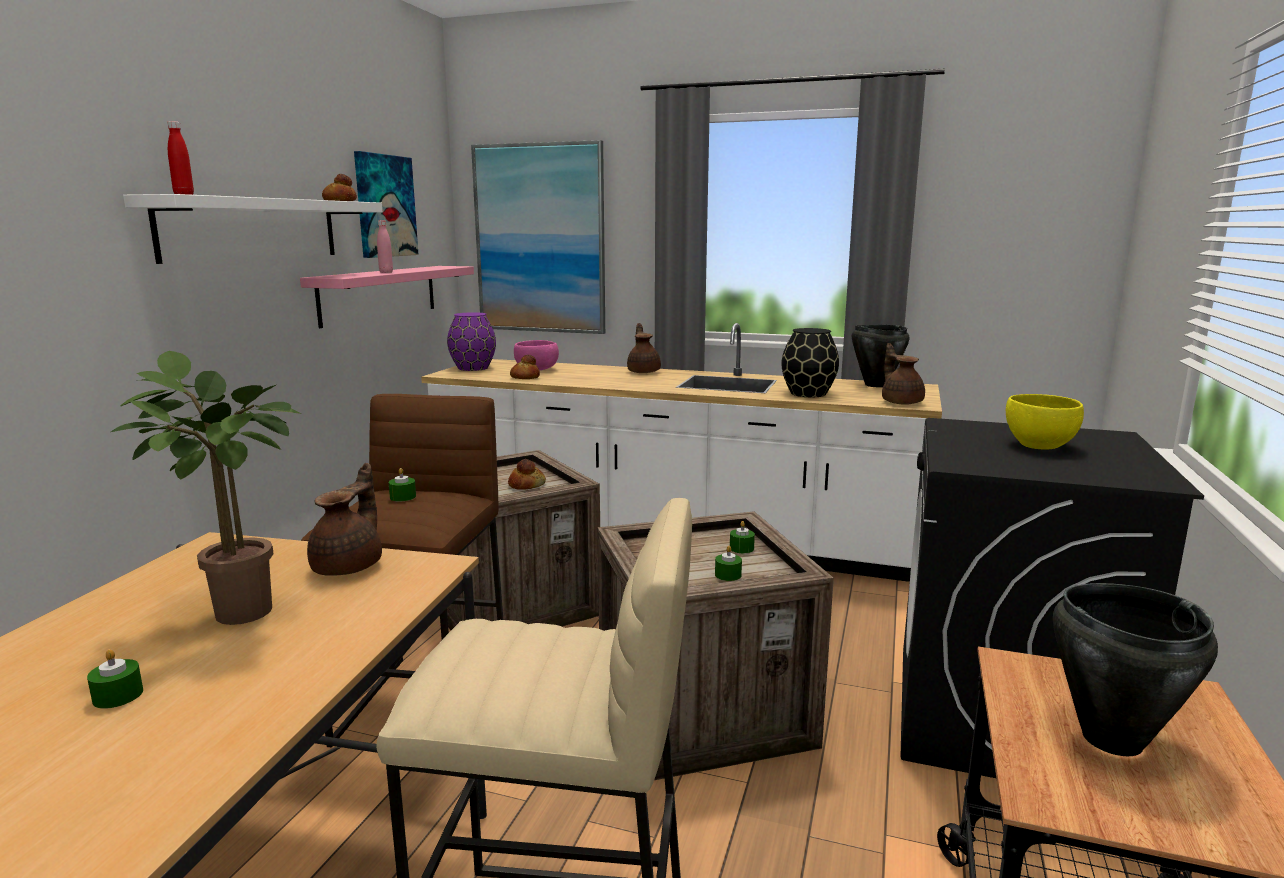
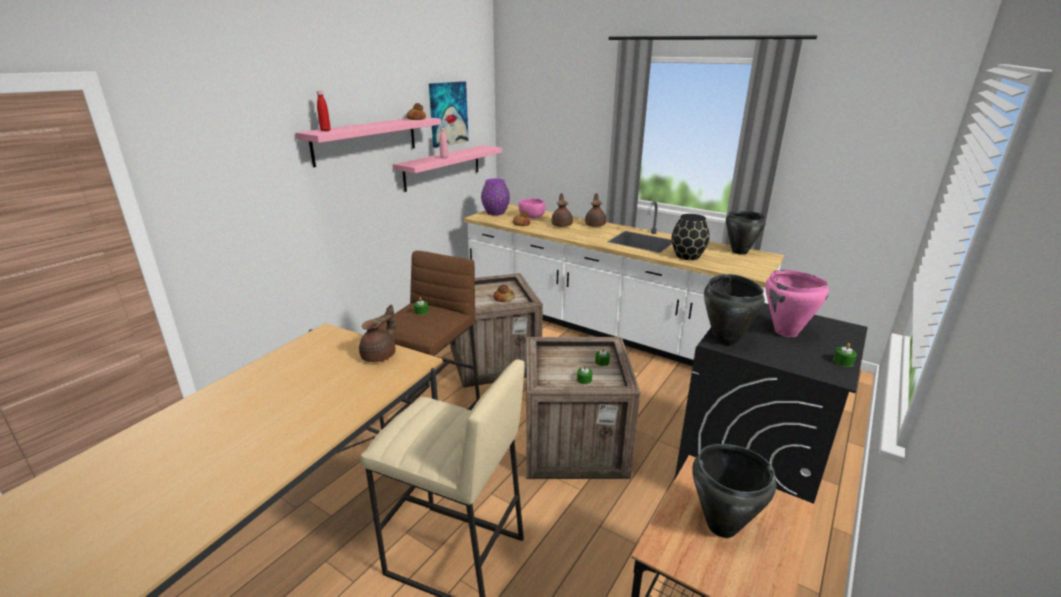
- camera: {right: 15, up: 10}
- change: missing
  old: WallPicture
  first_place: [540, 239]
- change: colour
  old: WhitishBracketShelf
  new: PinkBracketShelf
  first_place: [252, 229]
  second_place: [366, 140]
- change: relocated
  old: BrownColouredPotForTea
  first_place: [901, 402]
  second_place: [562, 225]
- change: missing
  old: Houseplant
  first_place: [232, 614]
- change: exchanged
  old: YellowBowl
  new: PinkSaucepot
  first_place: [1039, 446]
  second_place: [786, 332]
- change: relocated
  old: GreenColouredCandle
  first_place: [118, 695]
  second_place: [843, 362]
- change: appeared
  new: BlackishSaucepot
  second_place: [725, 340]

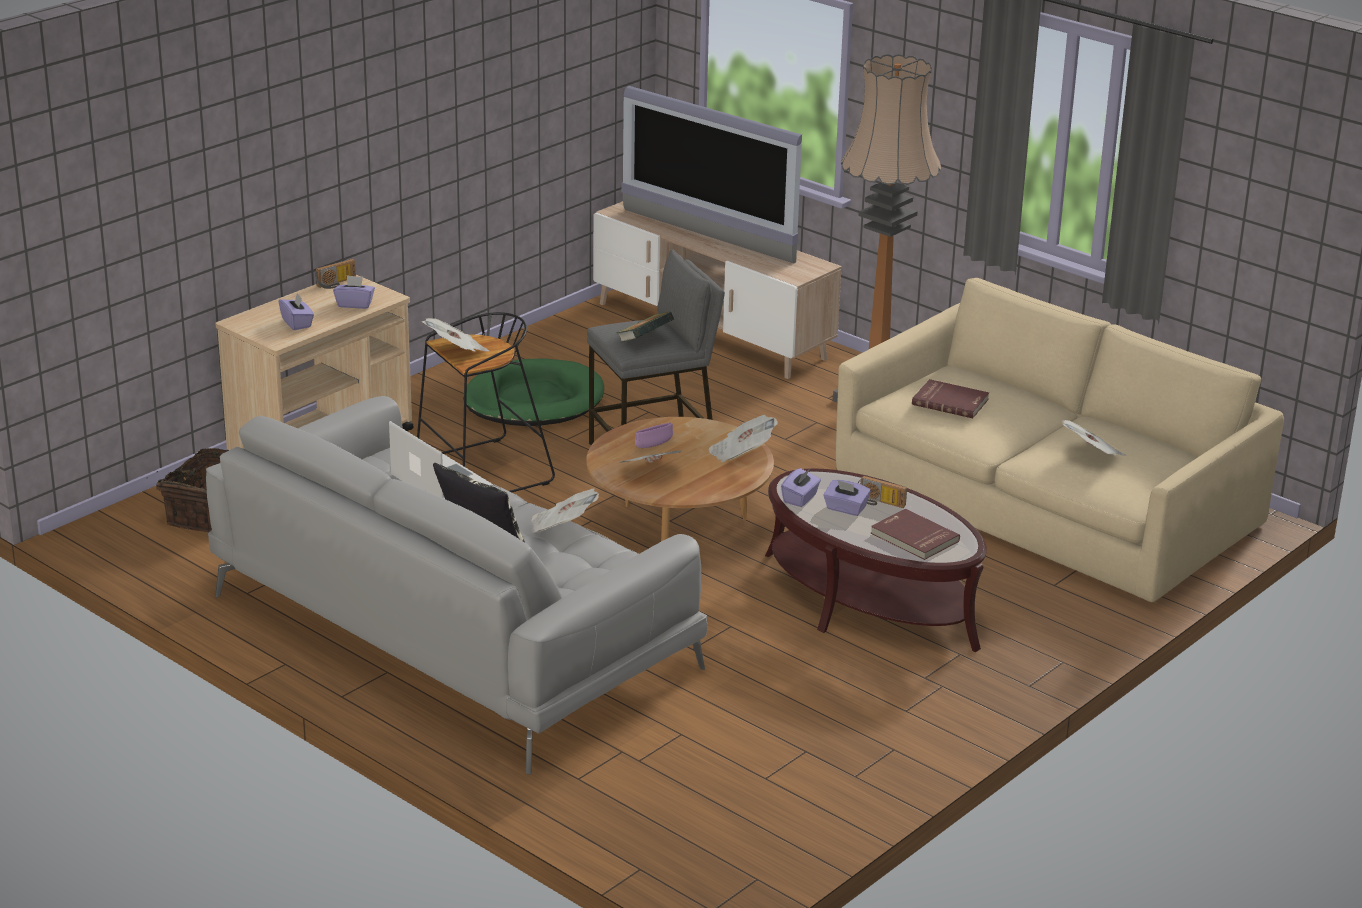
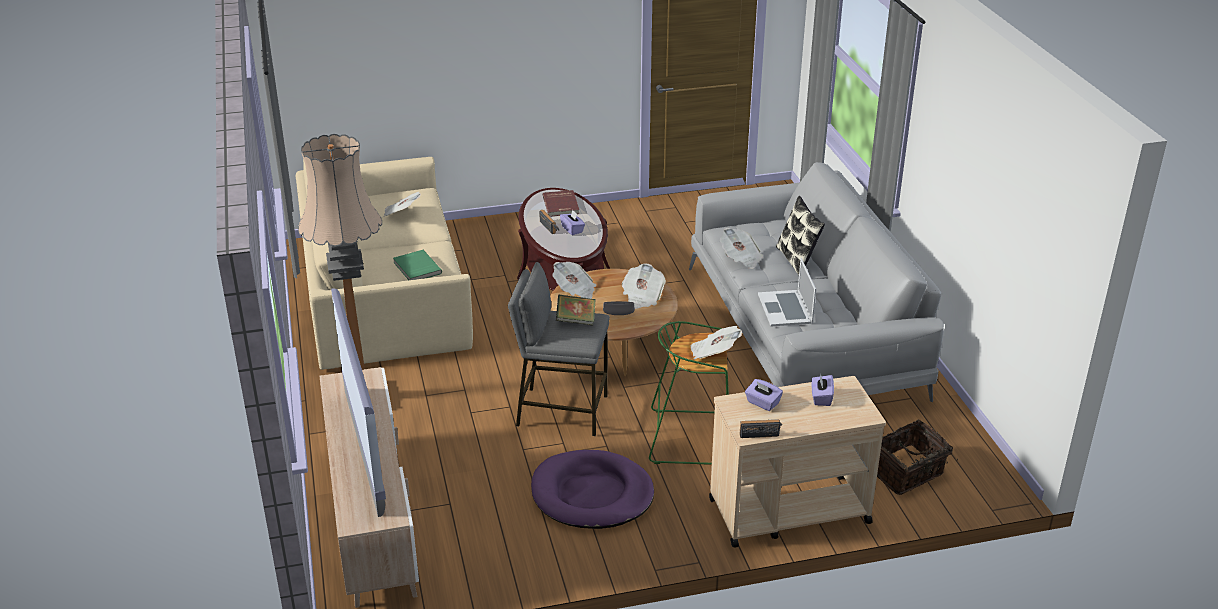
- camera: {right: -145, up: 5}
- change: colour
  old: BlackishStoolSeat
  new: GreenColouredStoolSeat
  first_place: [482, 473]
  second_place: [692, 437]
- change: colour
  old: GreenColouredDogCushion
  new: PurplishDogCushion
  first_place: [534, 400]
  second_place: [592, 494]
- change: colour
  old: RedVolume
  new: GreenColouredVolume
  first_place: [950, 401]
  second_place: [416, 268]
- change: colour
  old: PurplishBowl
  new: GreyishBowl
  first_place: [653, 445]
  second_place: [618, 314]
- change: missing
  old: PurplishTissueHolder
  first_place: [800, 498]

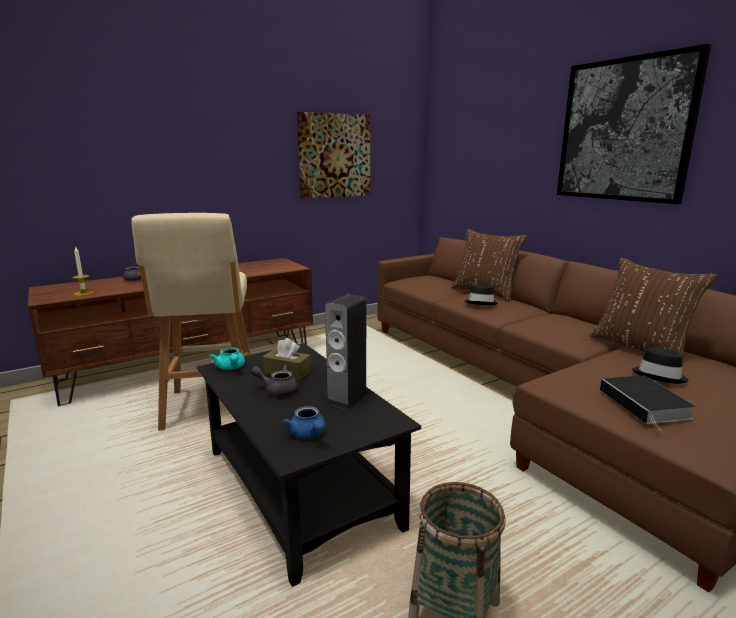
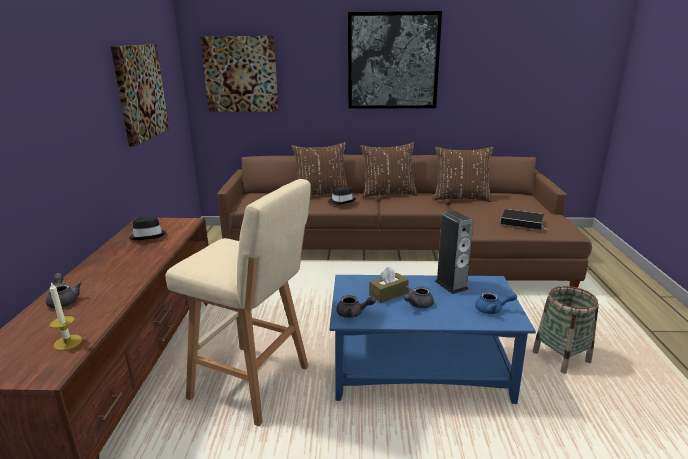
- camera: {right: -55, up: 5}
- change: colour
  old: BlackishLowTable
  new: BluishLowTable
  first_place: [301, 489]
  second_place: [421, 371]
- change: colour
  old: BlueGreenPotForTea
  new: GreyishPotForTea
  first_place: [231, 368]
  second_place: [353, 313]
- change: relocated
  old: BlackishHat
  first_place: [659, 375]
  second_place: [148, 235]
- change: appeared
  new: WallPicture
  second_place: [241, 74]
- change: appeared
  new: BrownColouredCushion
  second_place: [388, 194]

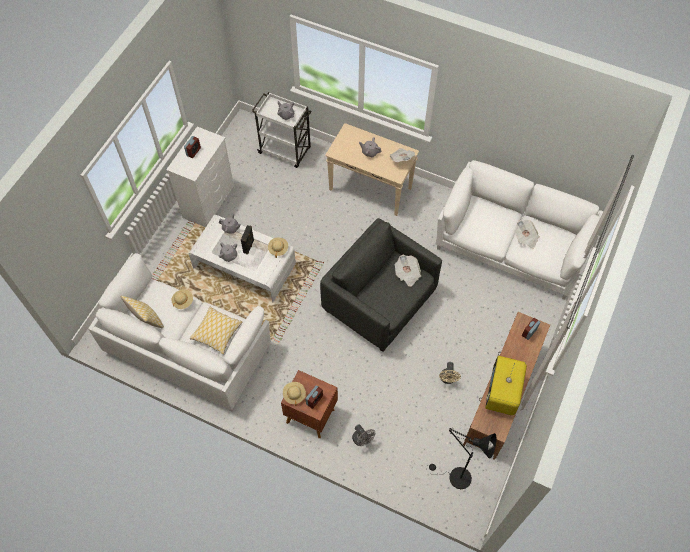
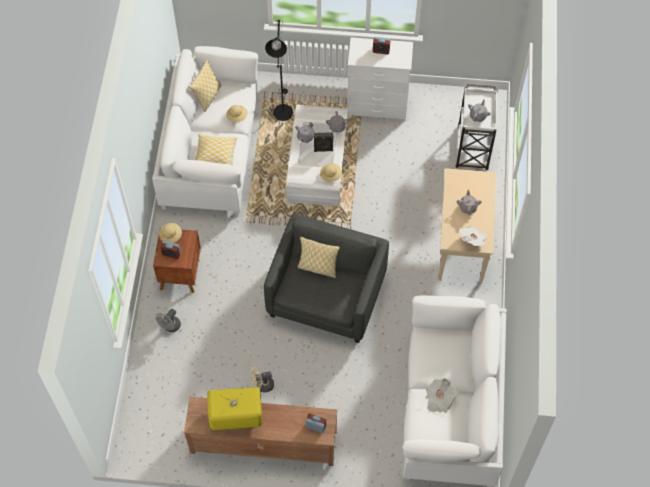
- camera: {right: 70, up: 0}
- change: missing
  old: PrintedPaper
  first_place: [407, 274]
- change: relocated
  old: BlackishFloorLamp
  first_place: [455, 477]
  second_place: [282, 109]
- change: appeared
  new: Cushion
  second_place: [318, 267]

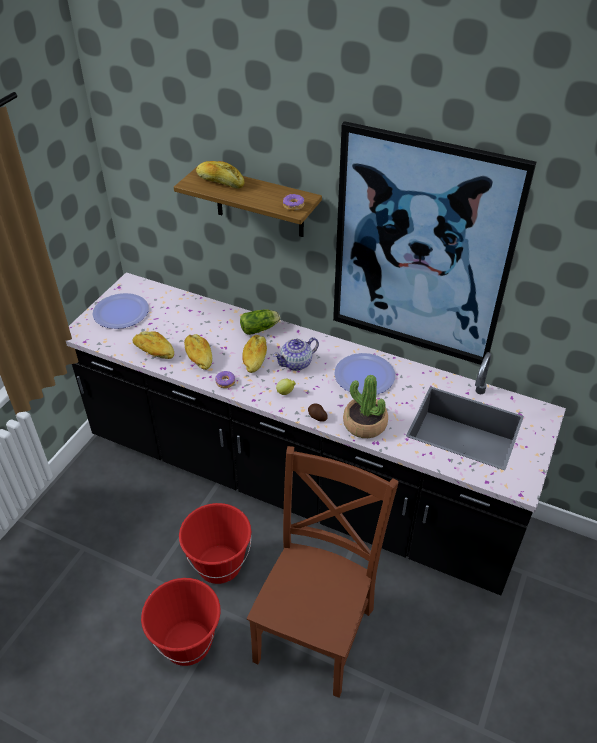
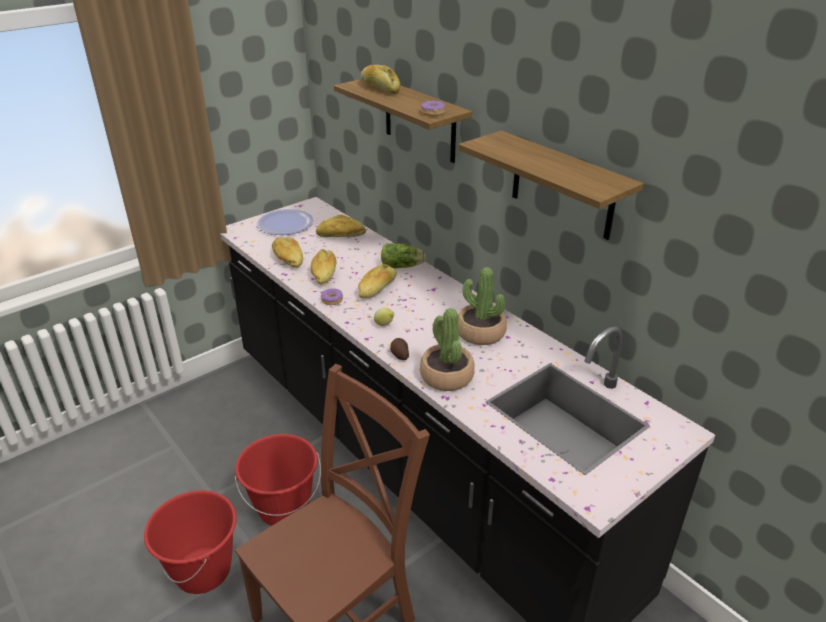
- camera: {right: 25, up: -10}
- change: exchanged
  old: WallPicture
  new: BracketShelf
  first_place: [421, 250]
  second_place: [562, 186]
- change: missing
  old: PotForTea
  first_place: [296, 363]
- change: exchanged
  old: DinnerPlate
  new: Houseplant
  first_place: [364, 375]
  second_place: [480, 333]
- change: appeared
  new: Bread
  second_place: [341, 235]

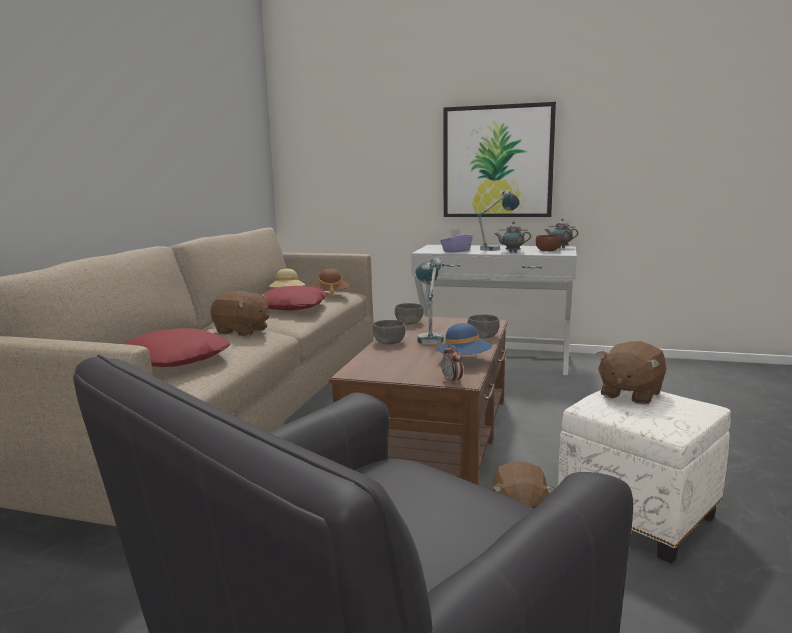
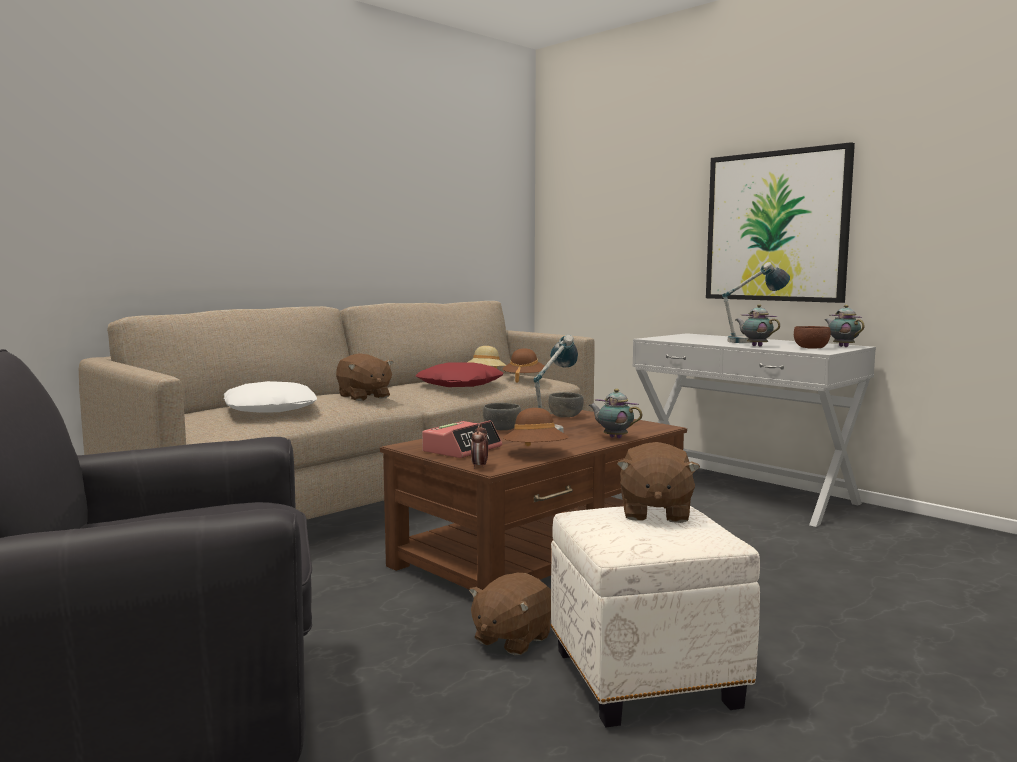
- camera: {right: 30, up: -5}
- change: missing
  old: PurplishTissueHolder
  first_place: [456, 251]
- change: exchanged
  old: GreyishBowl
  new: PotForTea
  first_place: [483, 336]
  second_place: [614, 437]
- change: colour
  old: BluishHat
  new: BrownColouredHat
  first_place: [464, 361]
  second_place: [535, 453]
- change: colour
  old: RedCushion
  new: WhitishCushion
  first_place: [176, 358]
  second_place: [271, 409]
- change: spun
  old: BrownColouredSoftToy
  first_place: [629, 394]
  second_place: [654, 513]
  degrees: -60
- change: appeared
  new: BedsideClock
  second_place: [462, 449]

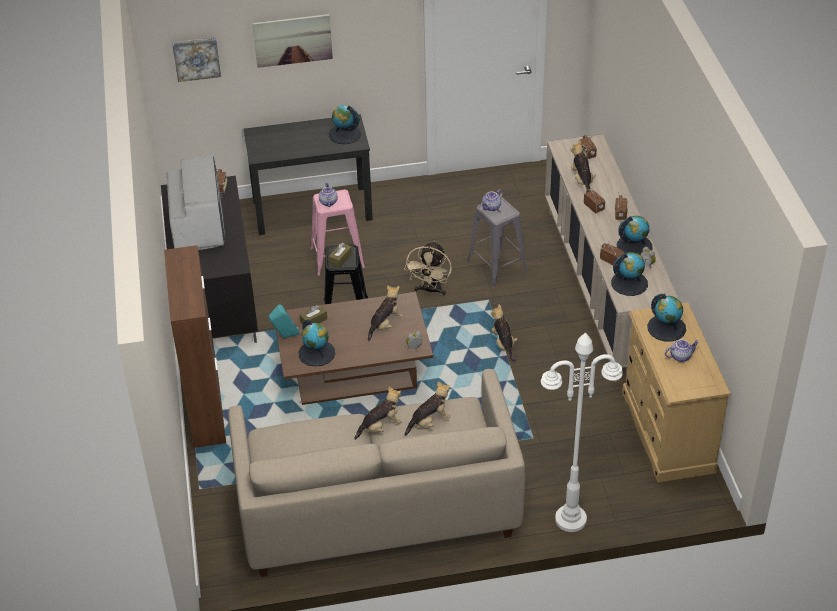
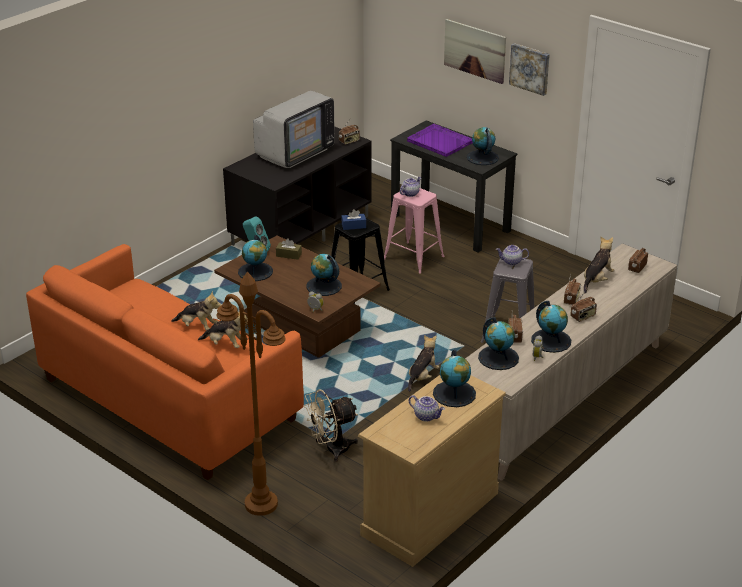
- camera: {right: 50, up: -10}
- change: relocated
  old: WallPicture
  first_place: [196, 58]
  second_place: [530, 68]
- change: relocated
  old: BeigeColouredCoolingFan
  first_place: [430, 290]
  second_place: [331, 449]
- change: colour
  old: BrownColouredTissueHolder
  new: BluishTissueHolder
  first_place: [340, 259]
  second_place: [353, 226]
- change: missing
  old: BrownColouredCabinet
  first_place: [206, 408]
- change: exchanged
  old: SoftToy
  new: WorldGlobe
  first_place: [385, 325]
  second_place: [324, 286]
- change: colour
  old: WhitishFloorLamp
  new: BrownColouredFloorLamp
  first_place: [570, 519]
  second_place: [260, 504]
- change: colour
  old: BeigeColouredCouch
  new: OrangeColouredCouch
  first_place: [377, 508]
  second_place: [169, 399]
- change: appeared
  new: PurplishCarryingTray
  second_place: [439, 141]

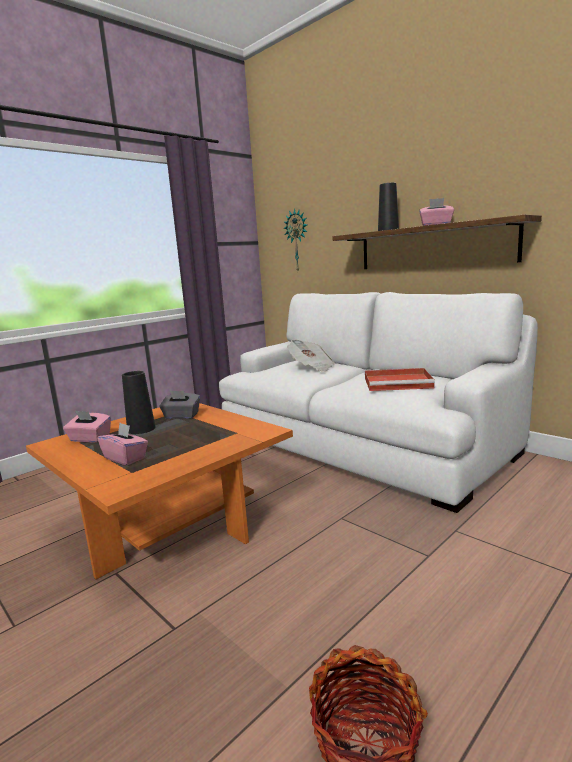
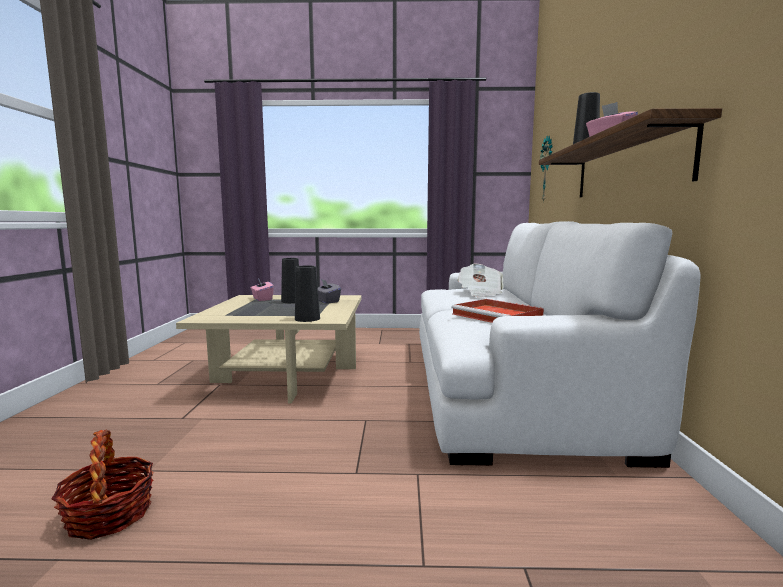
- camera: {right: 45, up: -5}
- change: colour
  old: OrangeColouredLowTable
  new: BeigeColouredLowTable
  first_place: [170, 522]
  second_place: [286, 375]
- change: missing
  old: PinkTissueHolder
  first_place: [125, 458]
- change: appeared
  new: BlackishFlowerVase
  second_place: [307, 319]

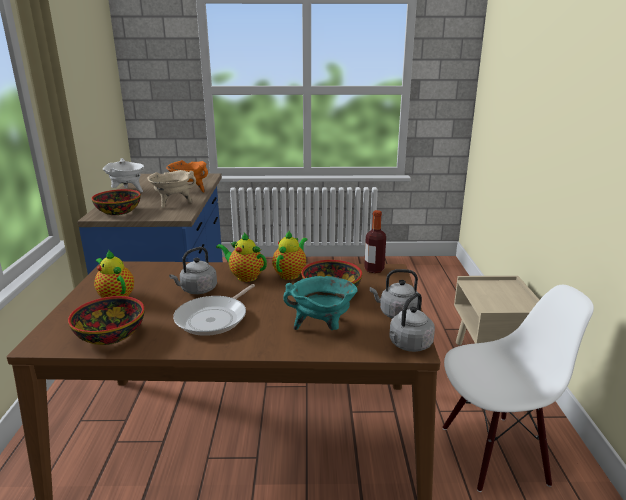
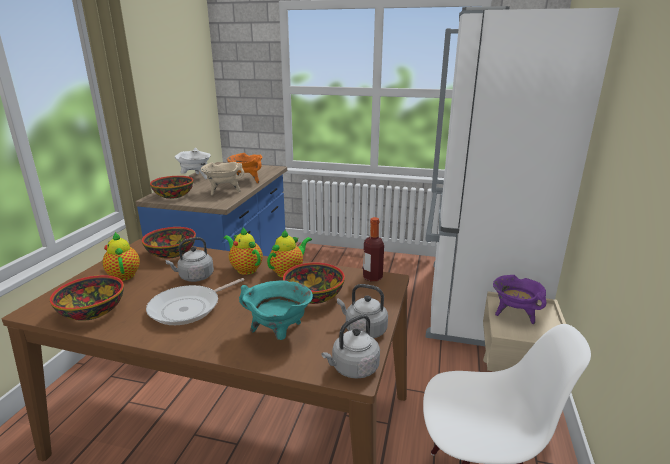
- camera: {right: 15, up: 0}
- change: appeared
  new: WhitishRefrigerator
  second_place: [475, 303]
- change: appeared
  new: Bowl
  second_place: [172, 253]
- change: appeared
  new: PurplishSaucepot
  second_place: [514, 315]

